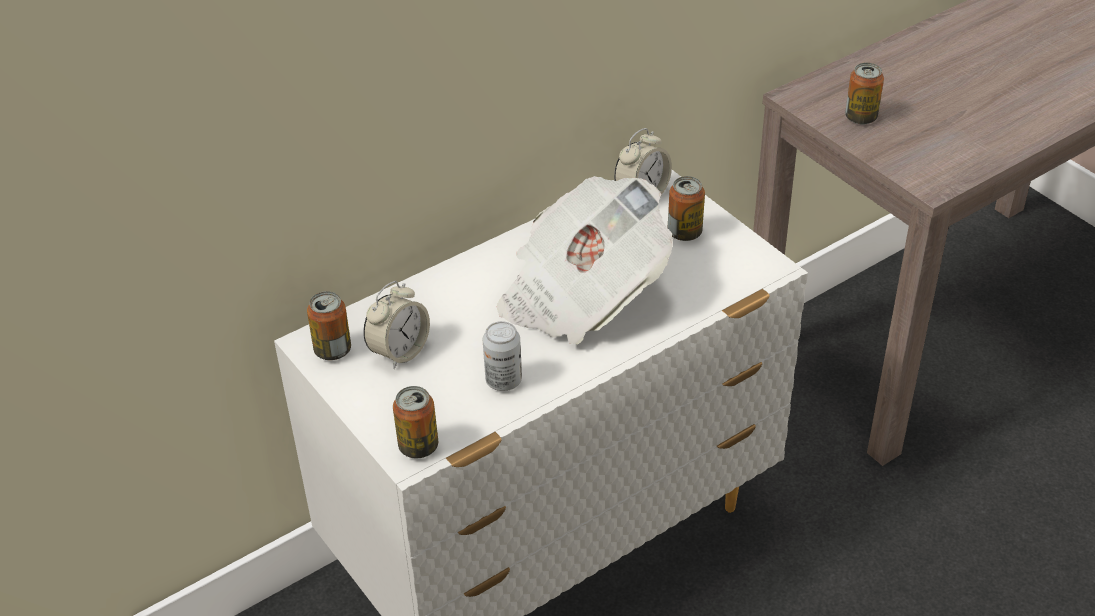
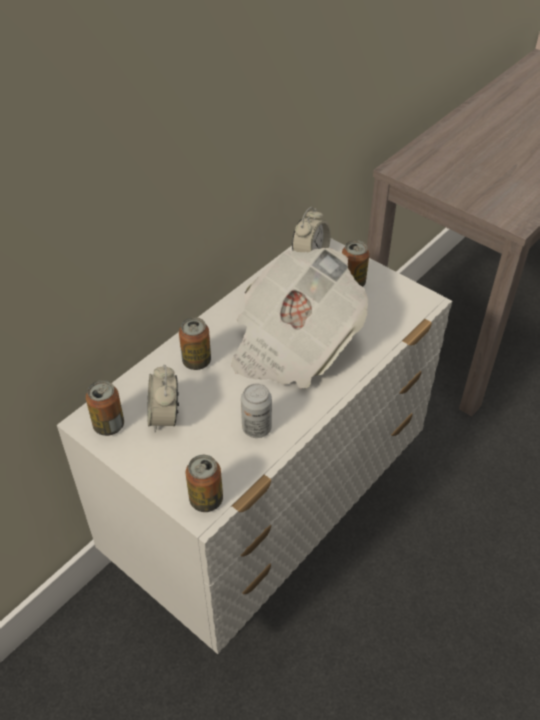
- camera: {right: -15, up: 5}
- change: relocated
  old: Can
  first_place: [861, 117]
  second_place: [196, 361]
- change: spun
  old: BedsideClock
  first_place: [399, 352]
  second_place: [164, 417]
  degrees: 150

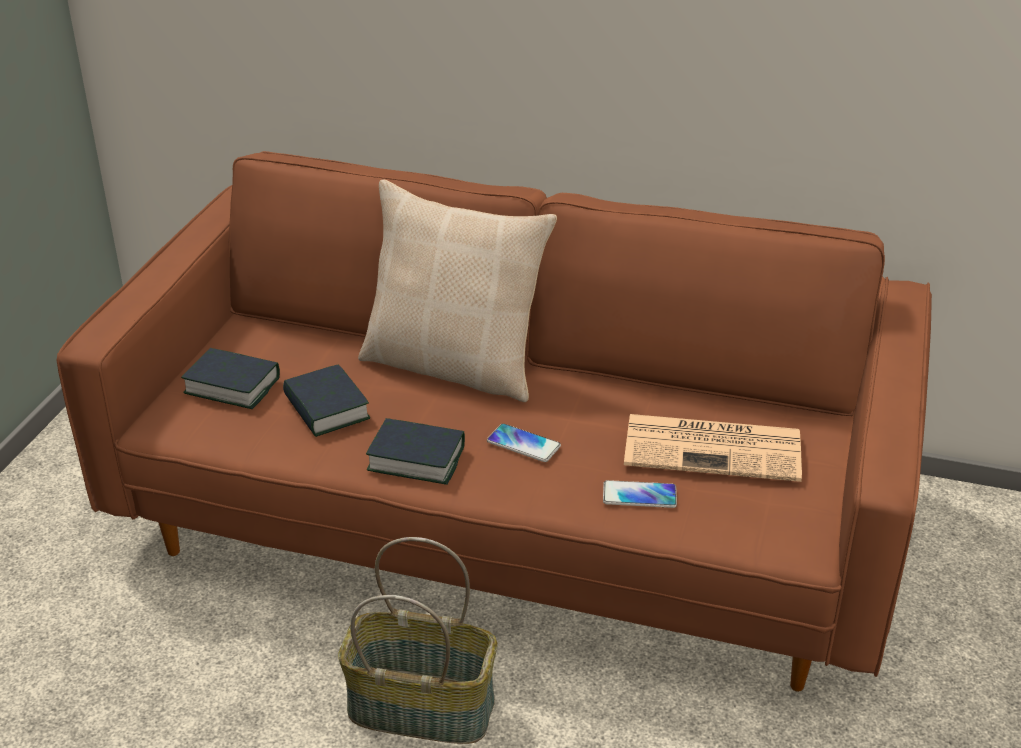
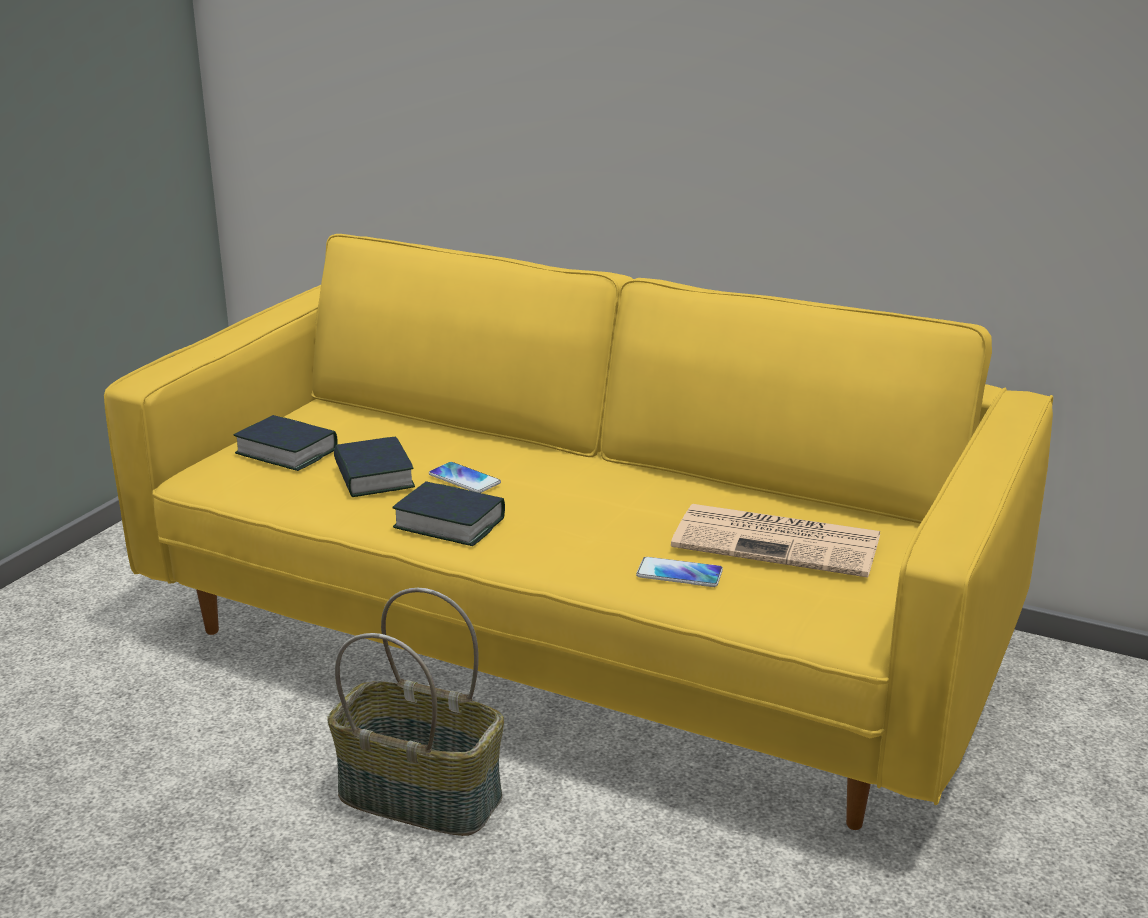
- camera: {right: 10, up: -10}
- change: colour
  old: BrownColouredCouch
  new: YellowCouch
  first_place: [511, 520]
  second_place: [574, 638]
- change: missing
  old: BeigeColouredCushion
  first_place: [454, 365]
- change: relocated
  old: Phone
  first_place: [523, 444]
  second_place: [464, 479]

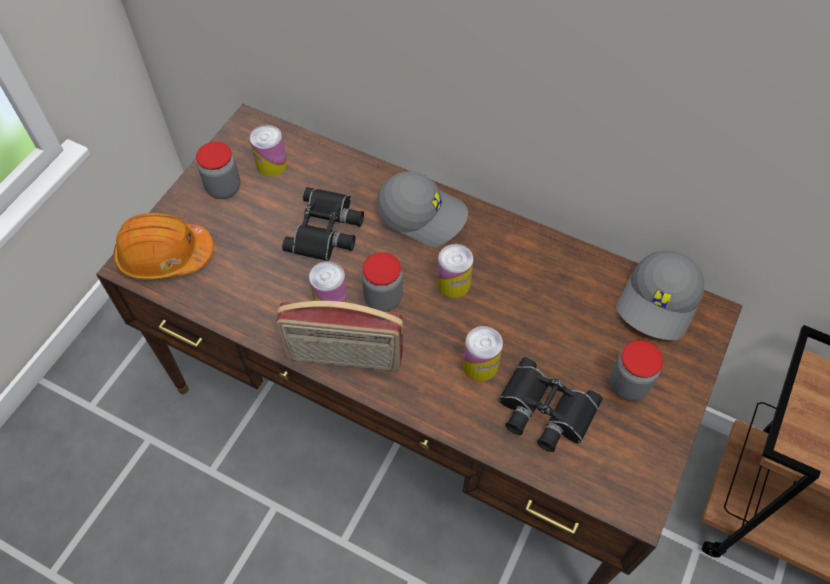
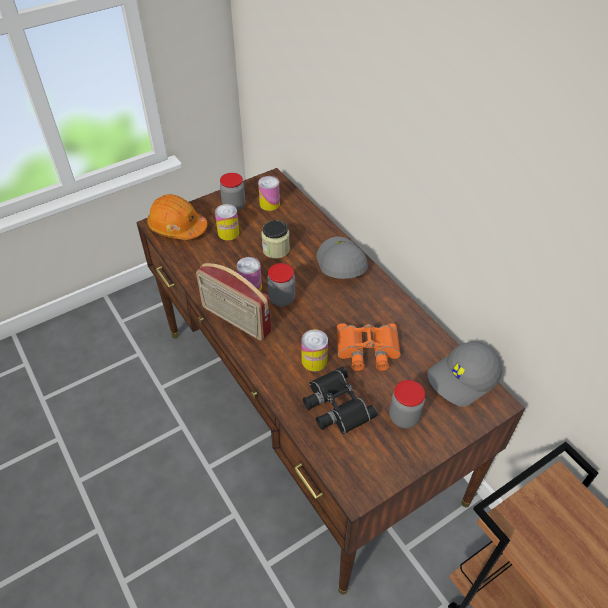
- camera: {right: 30, up: -10}
- change: spun
  old: GreyishPeakedCap
  first_place: [423, 213]
  second_place: [340, 263]
  degrees: -150
- change: exchanged
  old: BlackishPairOfBinoculars
  new: PreserveJar
  first_place: [327, 230]
  second_place: [276, 249]
- change: relocated
  old: Can
  first_place: [453, 283]
  second_place: [228, 233]
- change: appeared
  new: OrangeColouredPairOfBinoculars
  second_place: [367, 350]

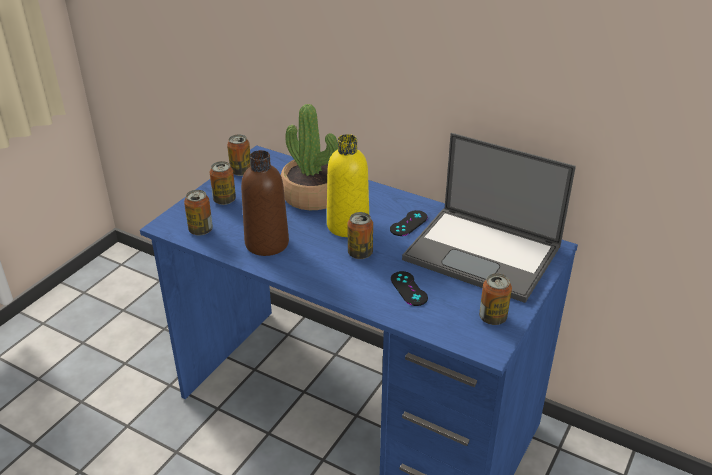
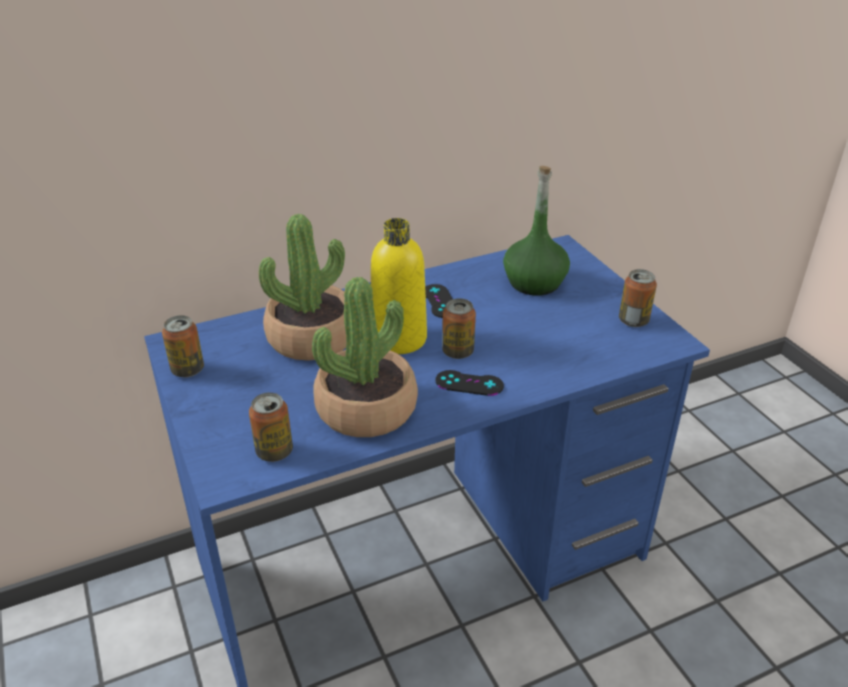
- camera: {right: -55, up: 0}
- change: exchanged
  old: PortableComputer
  new: GreenColouredBottle
  first_place: [484, 253]
  second_place: [534, 282]
- change: exchanged
  old: BrownColouredBottle
  new: Houseplant
  first_place: [267, 243]
  second_place: [366, 408]
- change: missing
  old: Can
  first_place: [224, 200]
- change: relocated
  old: BlackishJoypad
  first_place: [408, 288]
  second_place: [469, 383]

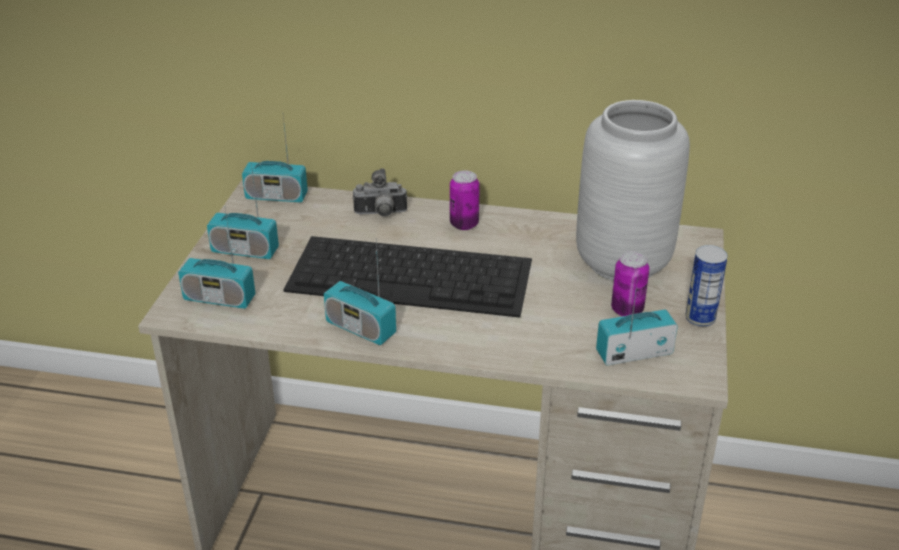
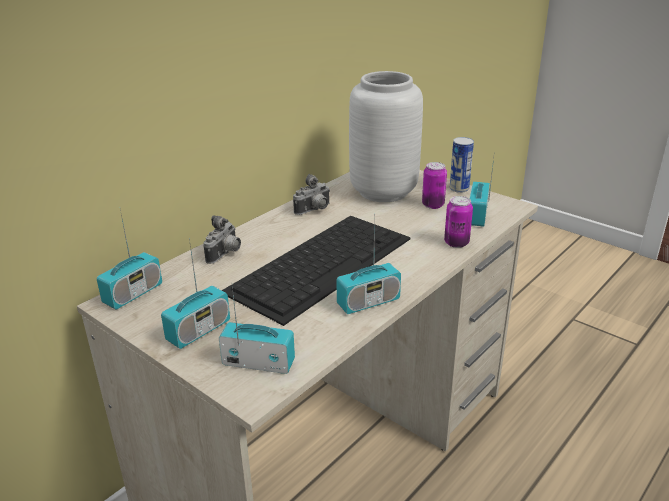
- camera: {right: -60, up: -5}
- change: relocated
  old: Can
  first_place: [464, 224]
  second_place: [456, 243]
- change: spun
  old: RadioReceiver
  first_place: [219, 299]
  second_place: [258, 362]
  degrees: -120
- change: appeared
  new: PhotoCamera
  second_place: [314, 210]

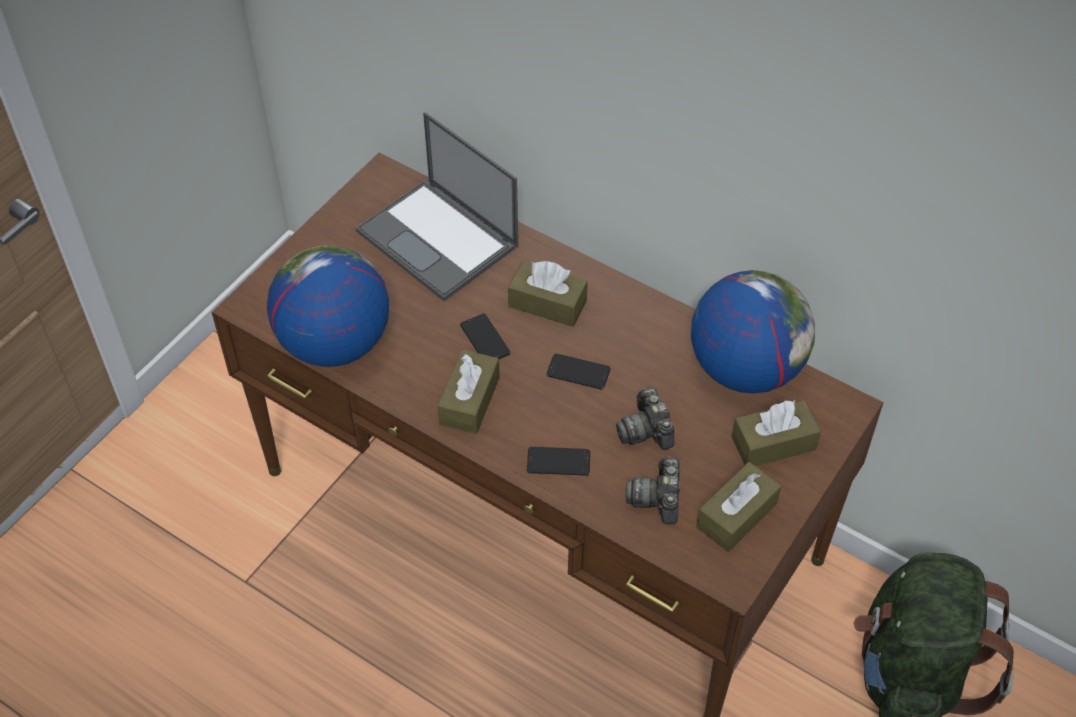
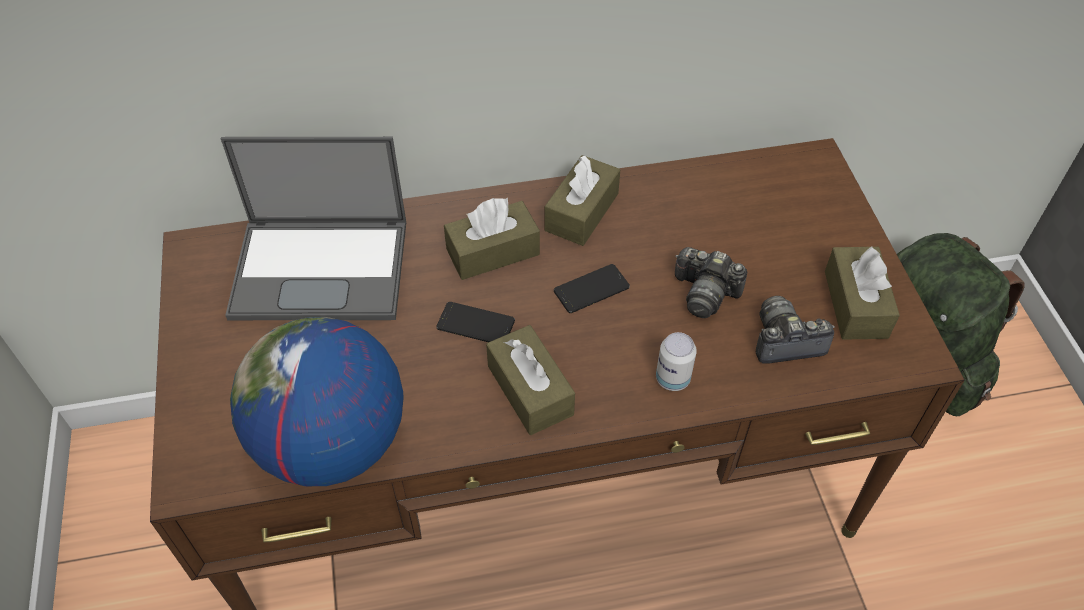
- camera: {right: -45, up: 0}
- change: missing
  old: WorldGlobe
  first_place: [745, 368]
- change: relocated
  old: BrownColouredTissueHolder
  first_place: [773, 443]
  second_place: [581, 212]
- change: exchanged
  old: Phone
  new: Can
  first_place: [558, 462]
  second_place: [672, 379]
- change: spun
  old: PhotoCamera
  first_place: [657, 498]
  second_place: [785, 341]
  degrees: 120

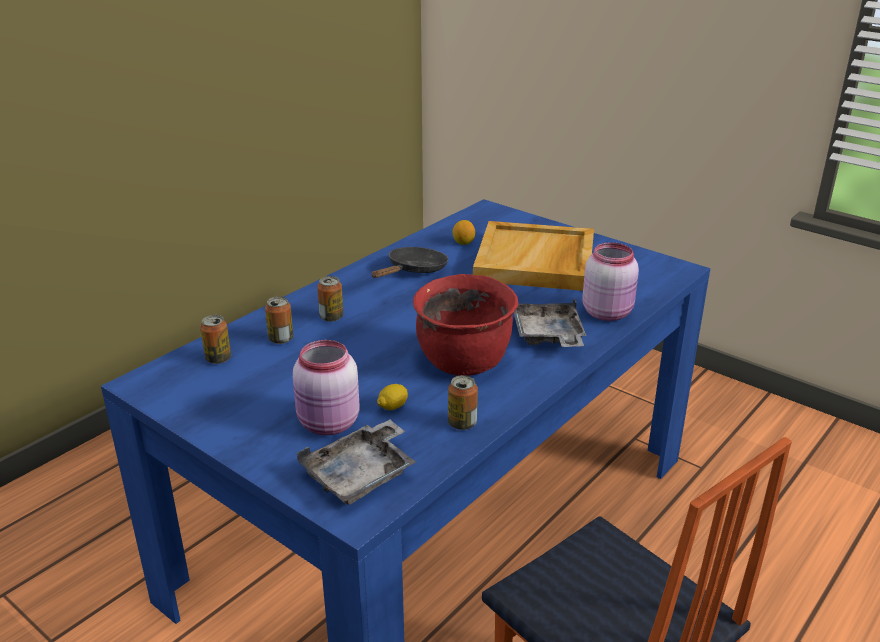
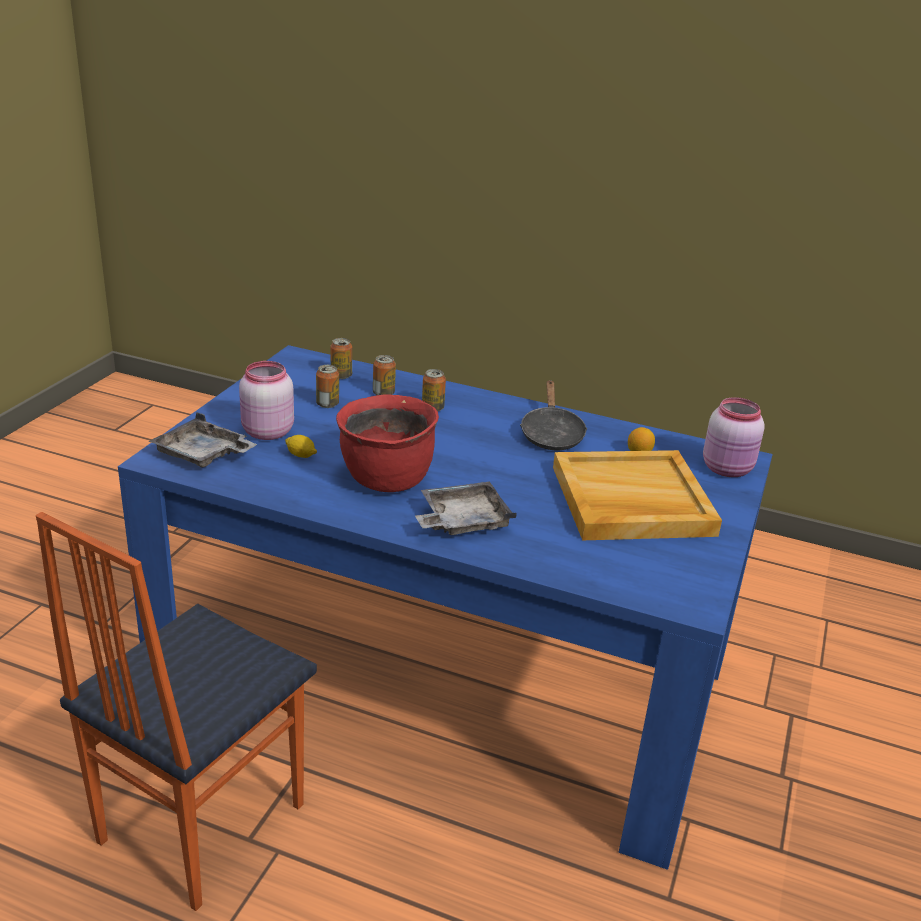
- camera: {right: 70, up: 0}
- change: relocated
  old: PinkPreserveJar
  first_place: [608, 312]
  second_place: [728, 469]
- change: spun
  old: BlackishSkillet
  first_place: [414, 271]
  second_place: [551, 434]
  degrees: 75
- change: relocated
  old: Can
  first_place: [462, 423]
  second_place: [327, 404]

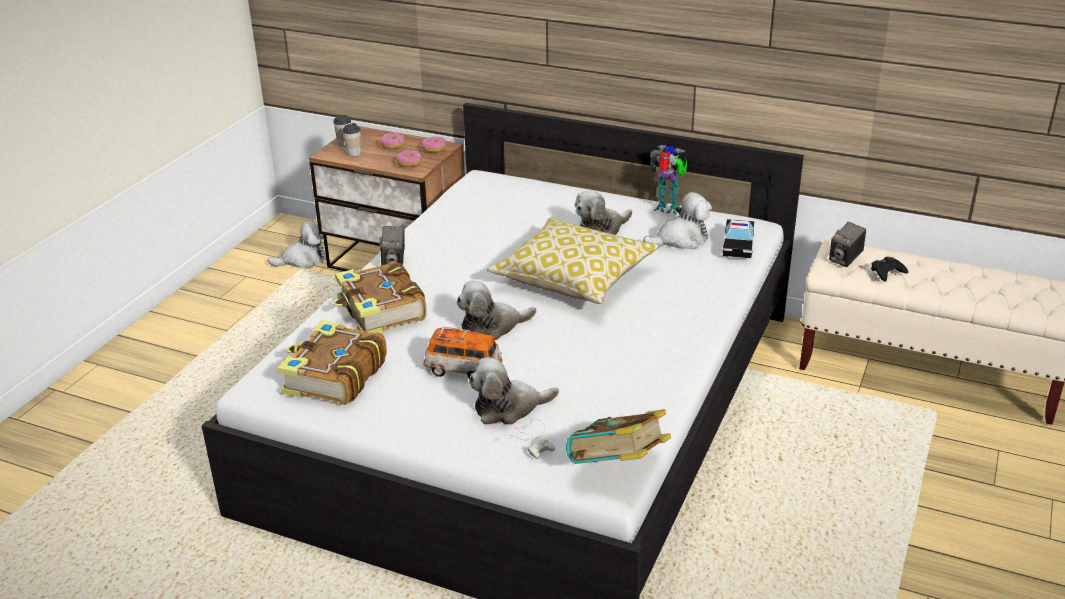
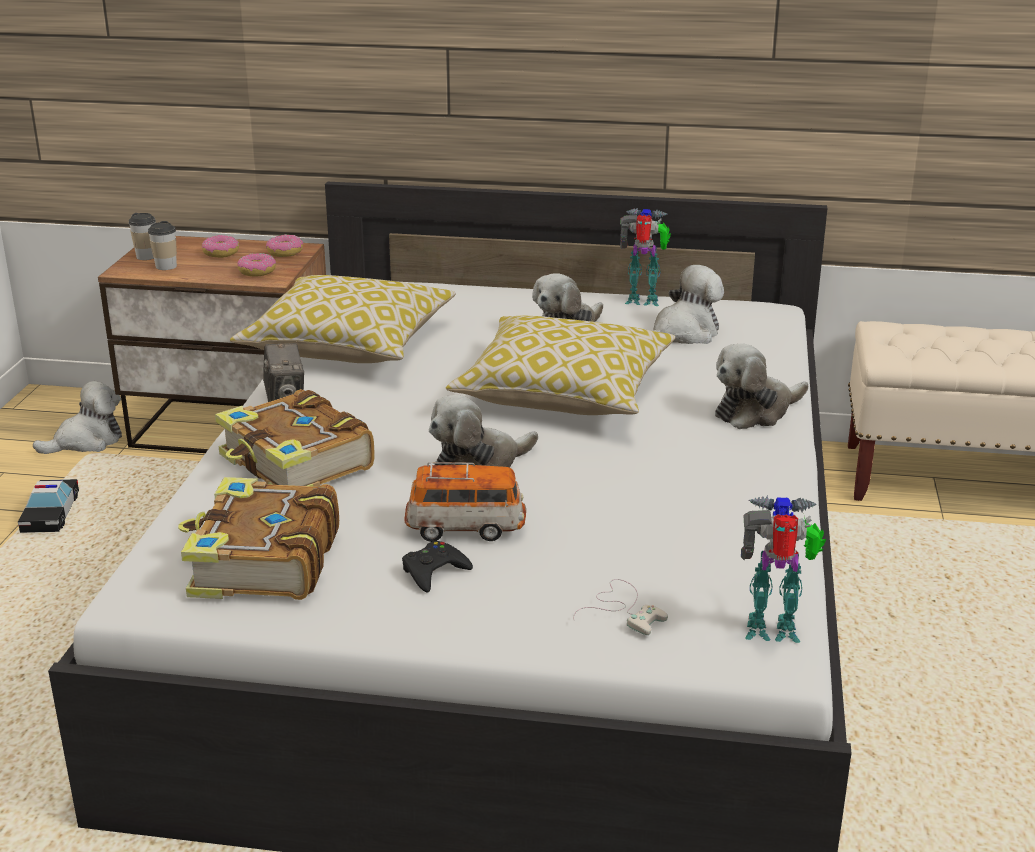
- camera: {right: -15, up: -5}
- change: relocated
  old: ModelCar
  first_place: [738, 245]
  second_place: [50, 515]
- change: missing
  old: PhotoCamera
  first_place: [845, 260]
- change: relocated
  old: BlackishJoypad
  first_place: [887, 272]
  second_place: [434, 572]
- change: relocated
  old: SoftToy
  first_place: [509, 408]
  second_place: [755, 411]
- change: exchanged
  old: Volume
  new: ModelRobot
  first_place: [617, 469]
  second_place: [774, 632]
- change: appeared
  new: Cushion
  second_place: [349, 346]

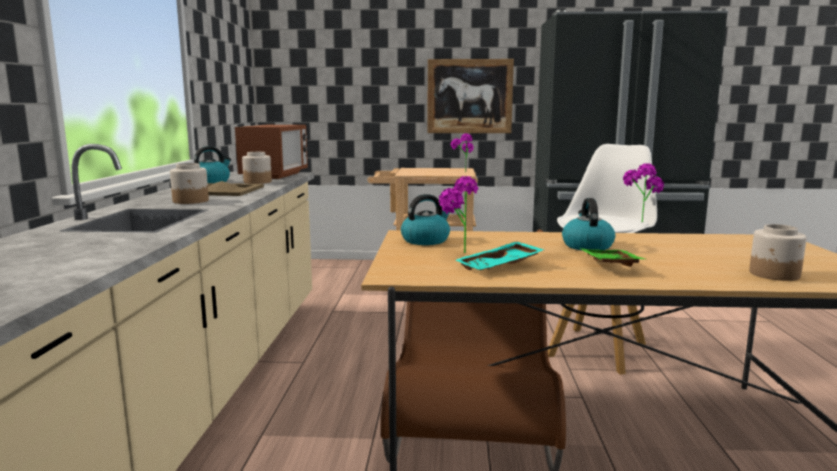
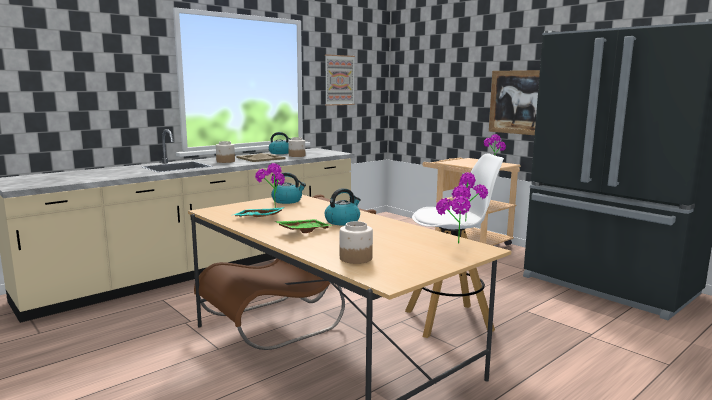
- camera: {right: 45, up: 0}
- change: missing
  old: KitchenMicrowave
  first_place: [275, 175]
- change: appeared
  new: WallPicture
  second_place: [339, 80]
- change: appeared
  new: Houseplant
  second_place: [453, 244]

